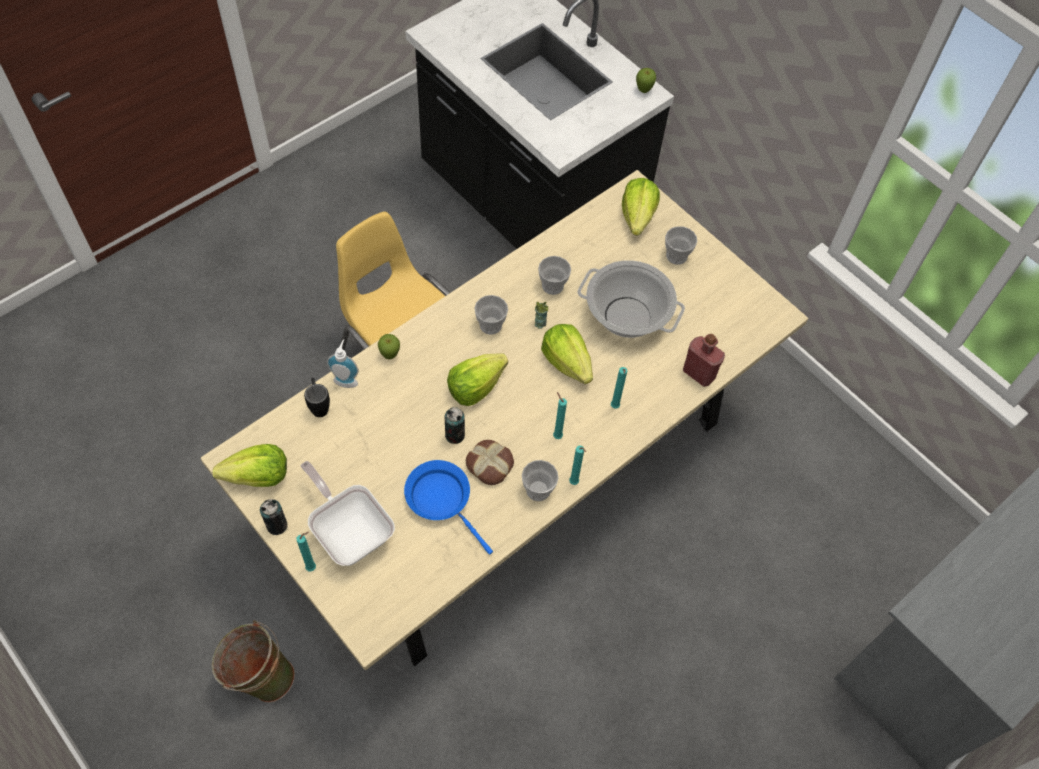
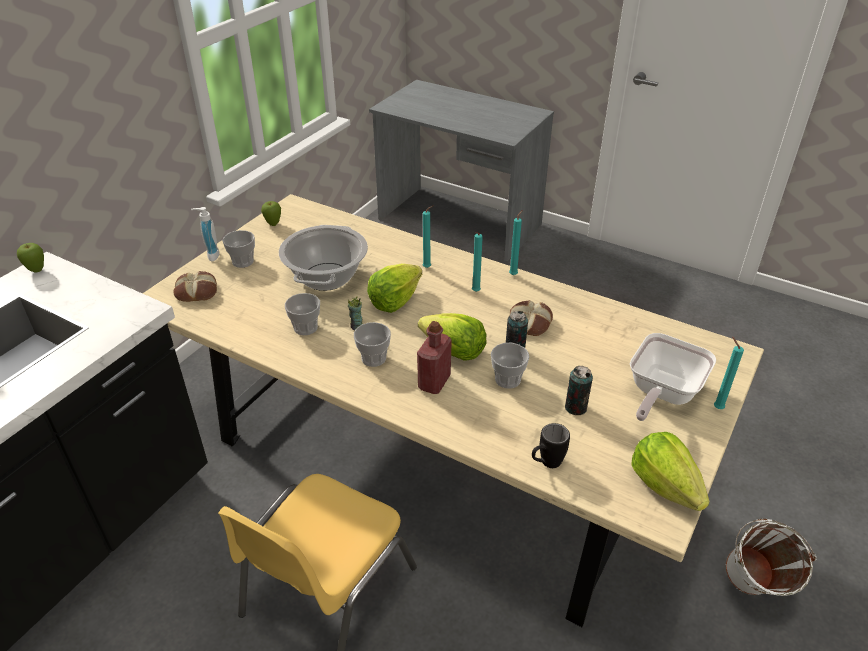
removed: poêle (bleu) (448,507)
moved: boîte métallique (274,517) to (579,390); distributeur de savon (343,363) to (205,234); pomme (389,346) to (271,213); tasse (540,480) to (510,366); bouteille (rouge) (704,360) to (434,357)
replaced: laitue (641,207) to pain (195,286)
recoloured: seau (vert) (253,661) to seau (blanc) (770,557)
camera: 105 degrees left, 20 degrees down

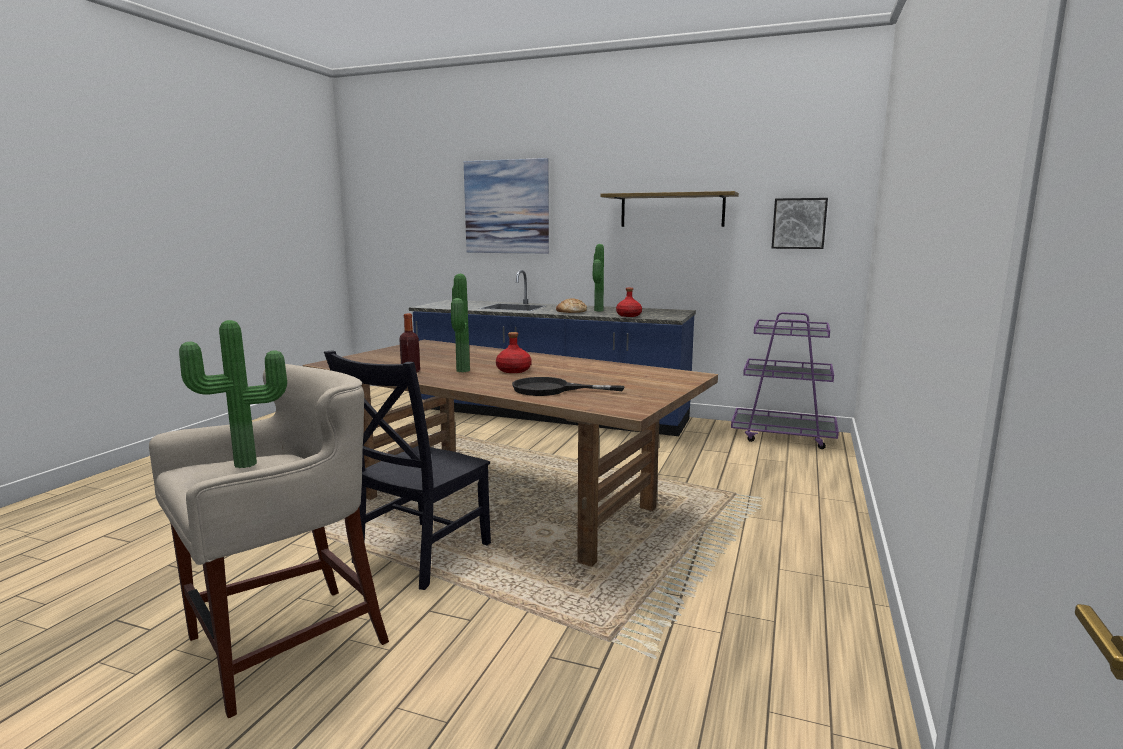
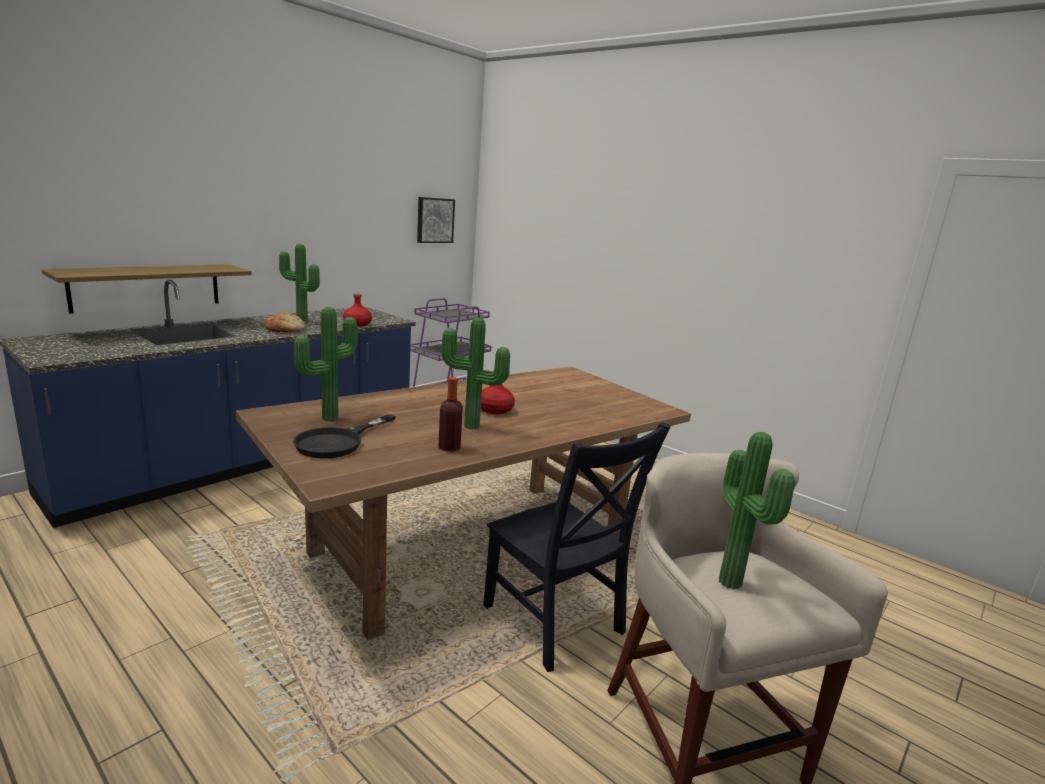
removed: tableau (506,206)
added: plante en pot (326,364)
moved: poêle (noir) (568,386) to (344,436); étagère (669,209) to (147,289)
camera: 70 degrees left, 5 degrees up

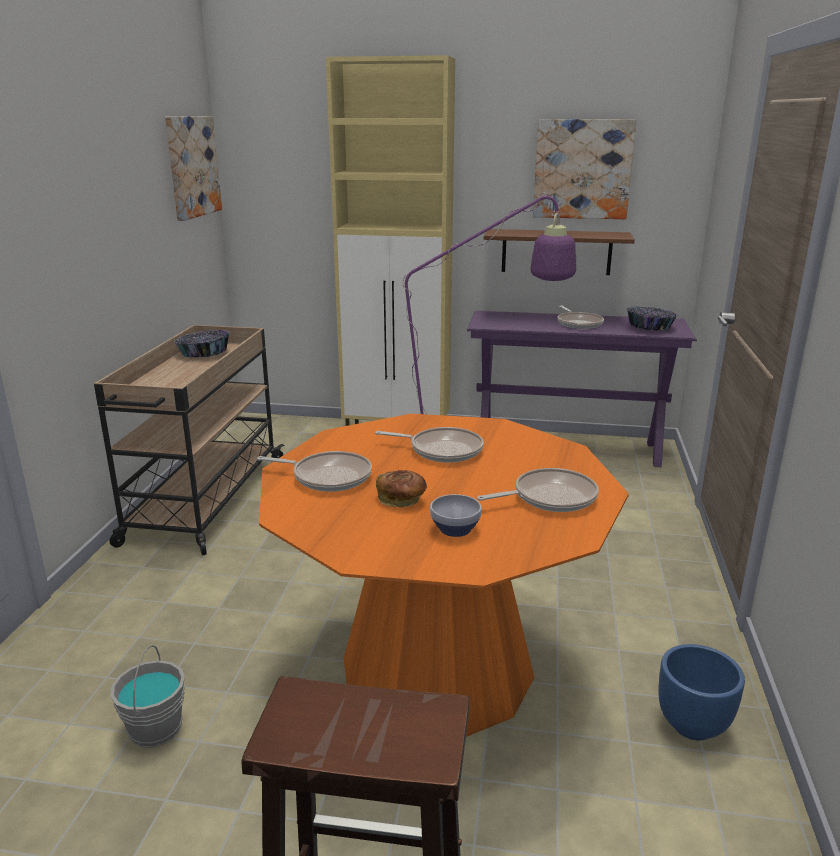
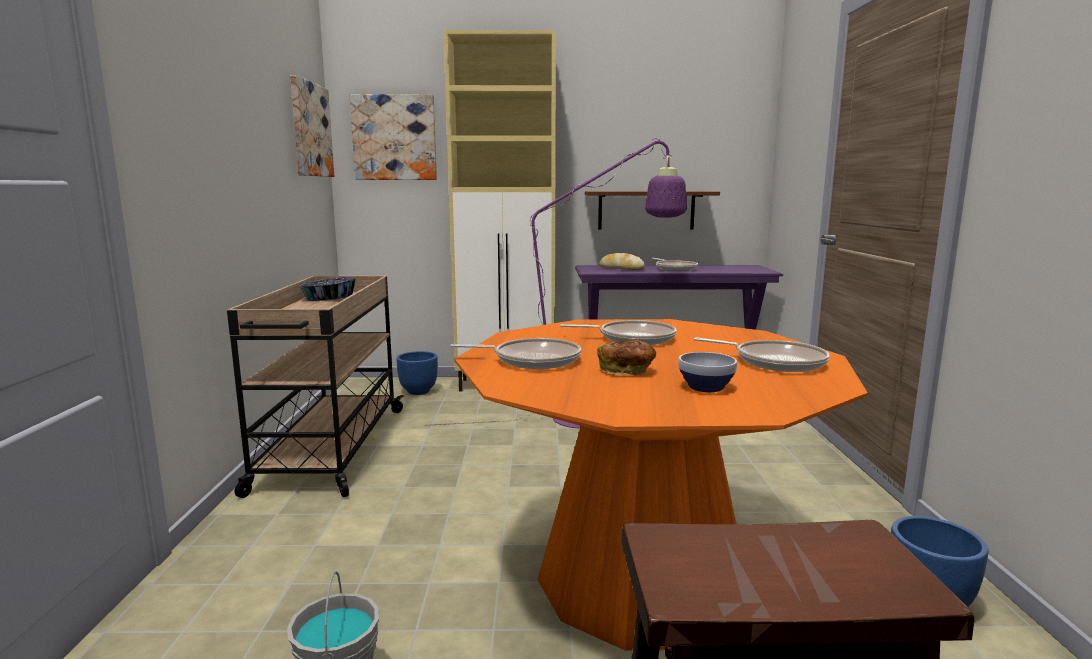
removed: bol (652,318)
added: cache-pot (bleu) (417,373); pain (622,261)
moved: tableau (584,169) to (393,137)
turned: poêle (538,490) = (762,354) 60 degrees clockwise
camera: 10 degrees left, 10 degrees down

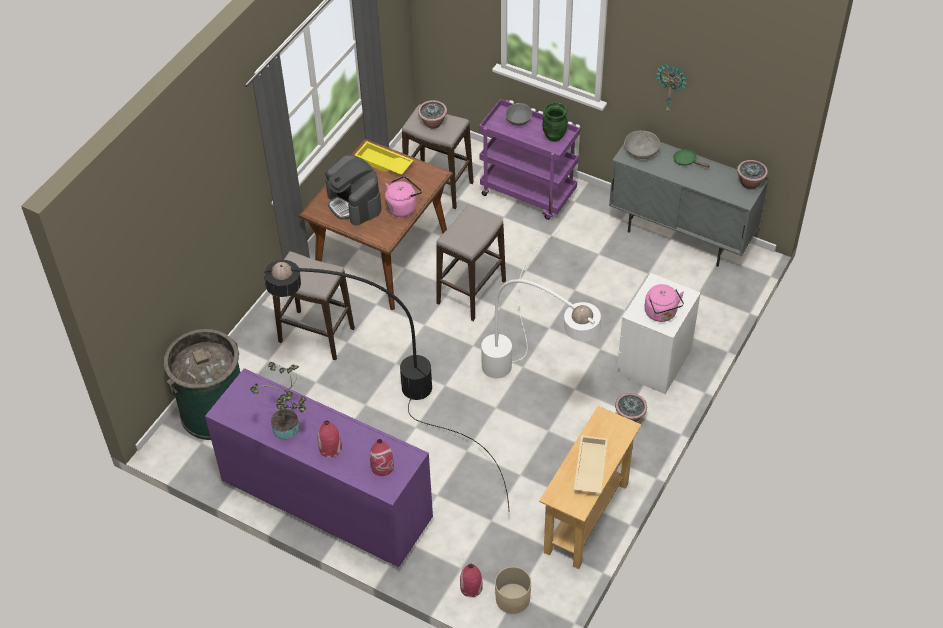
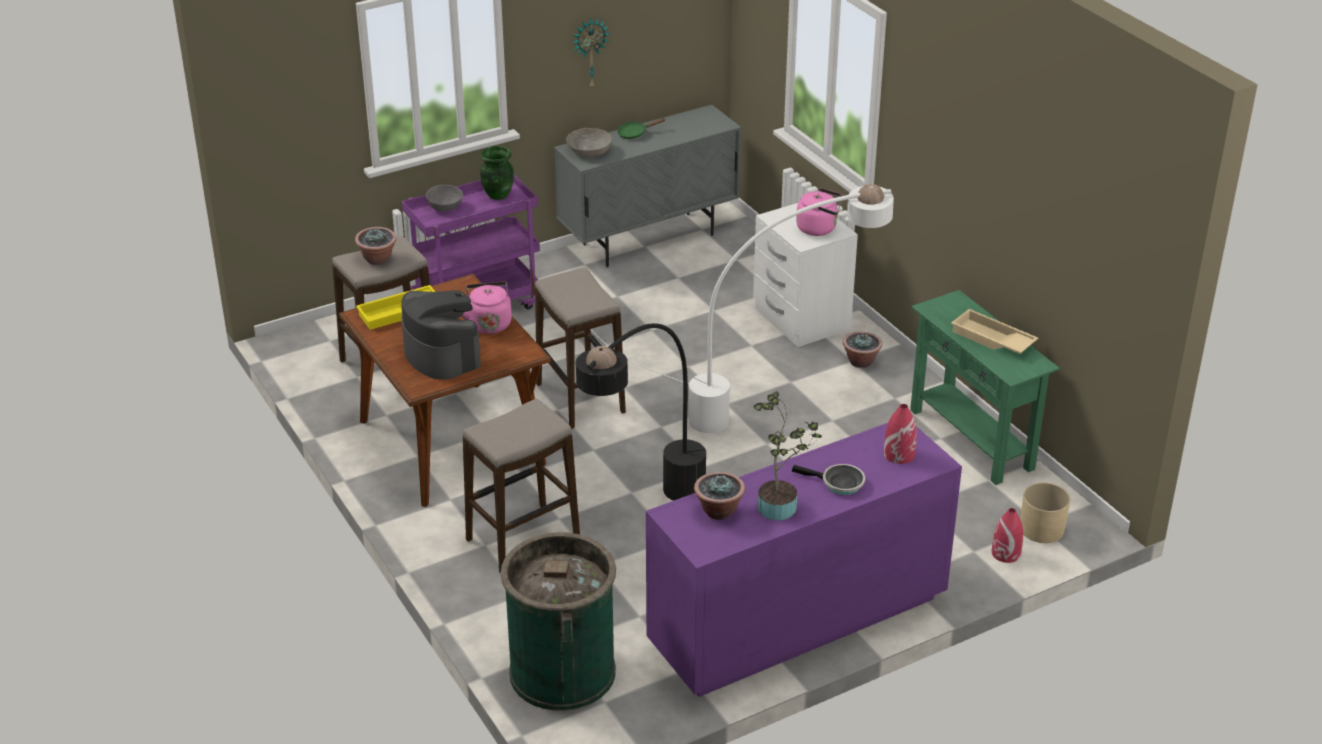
moved: plante en pot (752,174) to (719,496)
replaced: vase (rouge) (330,439) to poêle (828,479)
recoloured: table console (beige) (590,487) to table console (vert) (985,387)
turned: machine à café (353,190) = (441,335) 120 degrees counterclockwise
camera: 60 degrees left, 15 degrees down

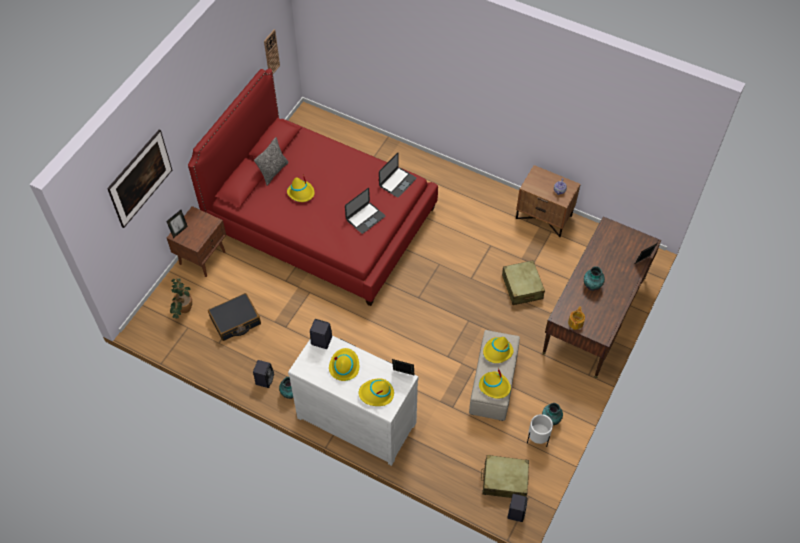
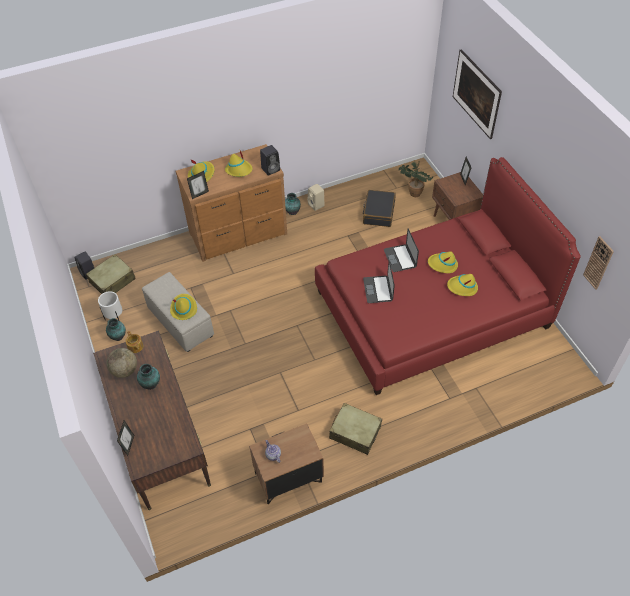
removed: coussin (271,161)
added: globe (122,363)
moved: ordinateur portable (398,175) to (401,250); chapeau (jaune) (495,383) to (462,285); valise (beige) (523,282) to (355,429)
recoloured: enceinte (noir) (263,374) to enceinte (beige) (316,197); commode (blanc) (353,400) to commode (marron) (231,203)
camera: 130 degrees right, 5 degrees down

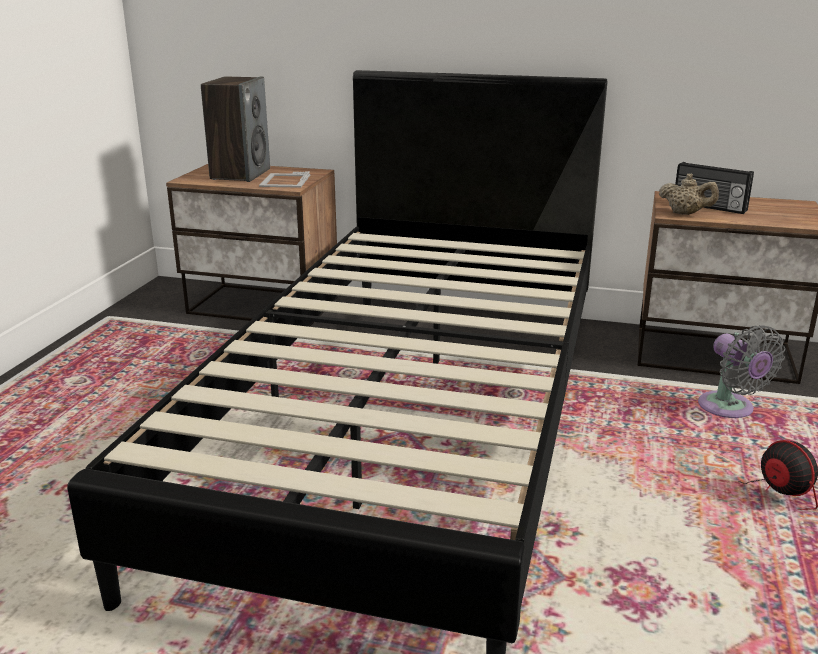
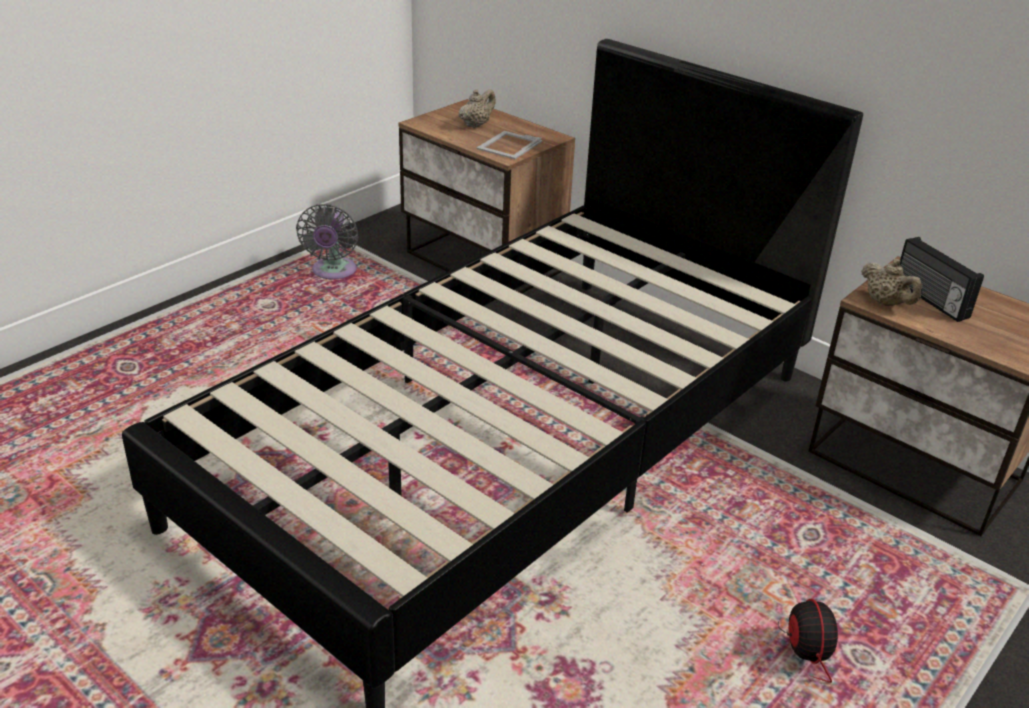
moved: ventilateur (gris) (741,371) to (327,241)
replaced: enceinte (235,129) to théière (beige) (477,108)
camera: 25 degrees right, 10 degrees up

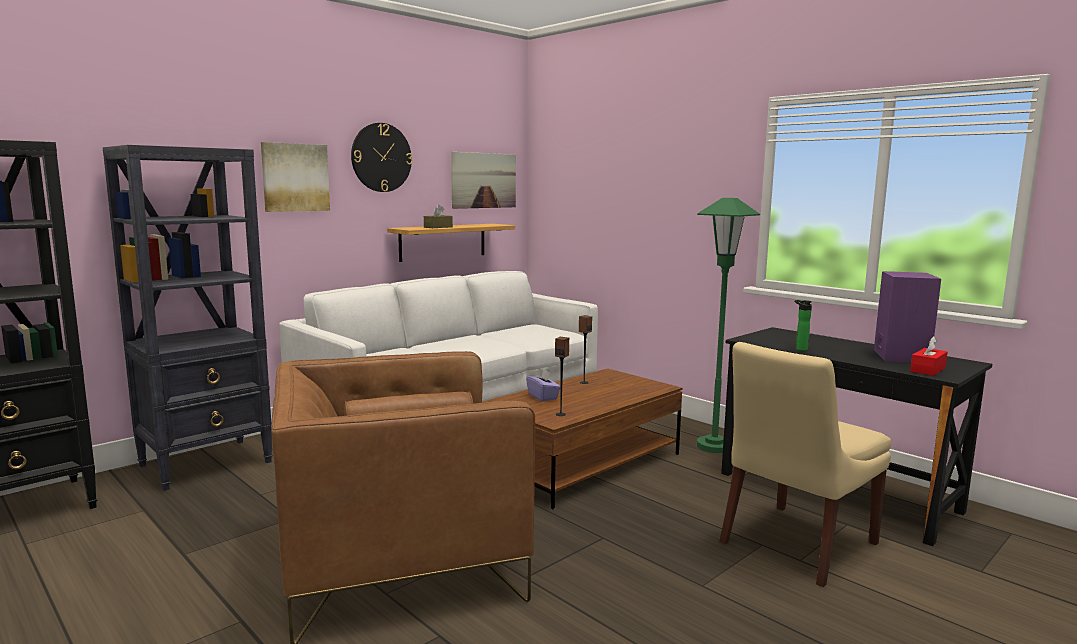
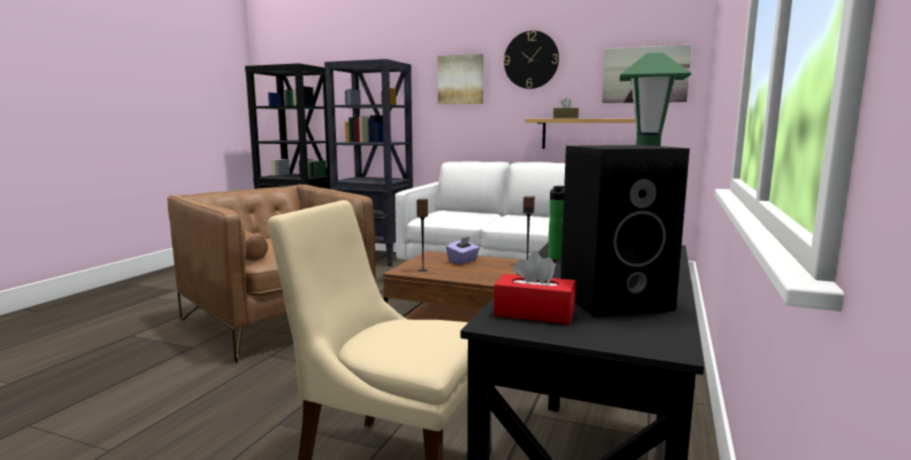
recoloured: enceinte (violet) (907,317) to enceinte (noir) (625,230)
camera: 65 degrees right, 0 degrees up

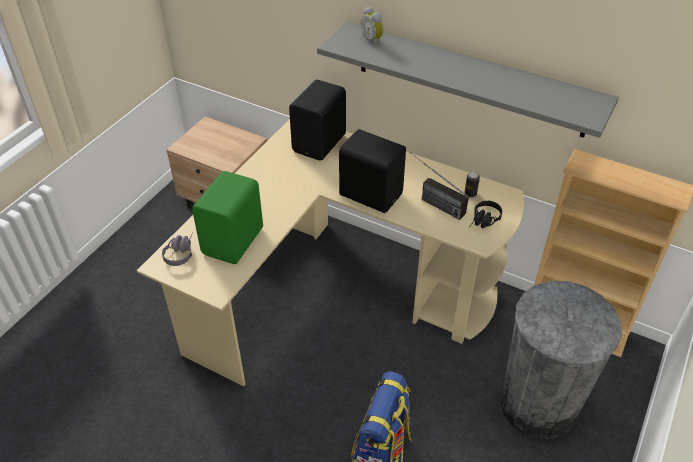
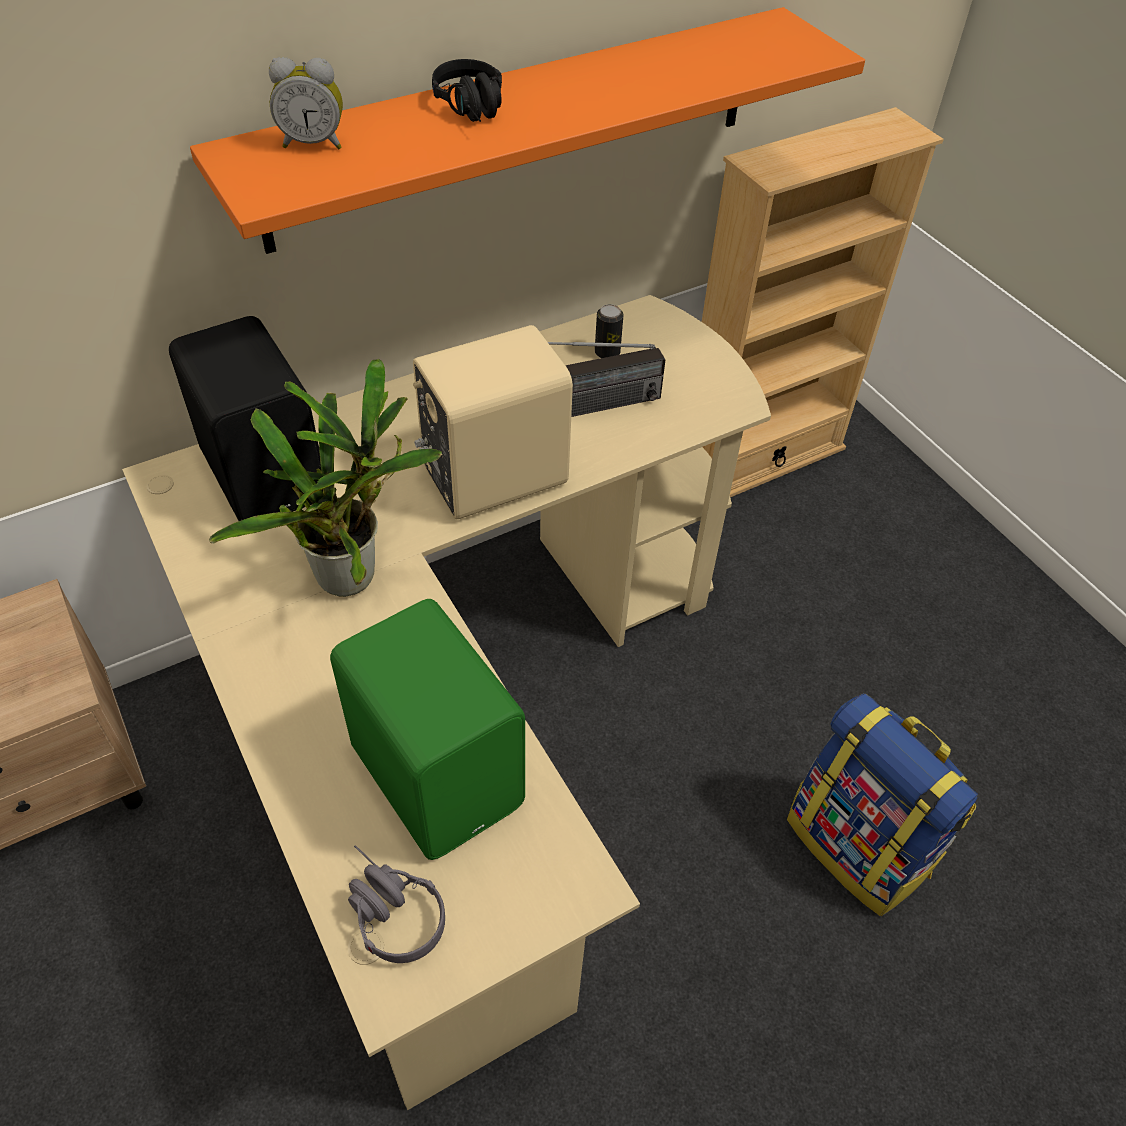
removed: poubelle (gris) (561,360)
added: plante en pot (325,478)
moved: casque audio (noir) (485,215) to (467,90)
recoloured: étagère (gris) (468,80) to étagère (orange) (527,130); enceinte (noir) (372,171) to enceinte (beige) (493,422)
camera: 60 degrees left, 5 degrees up

